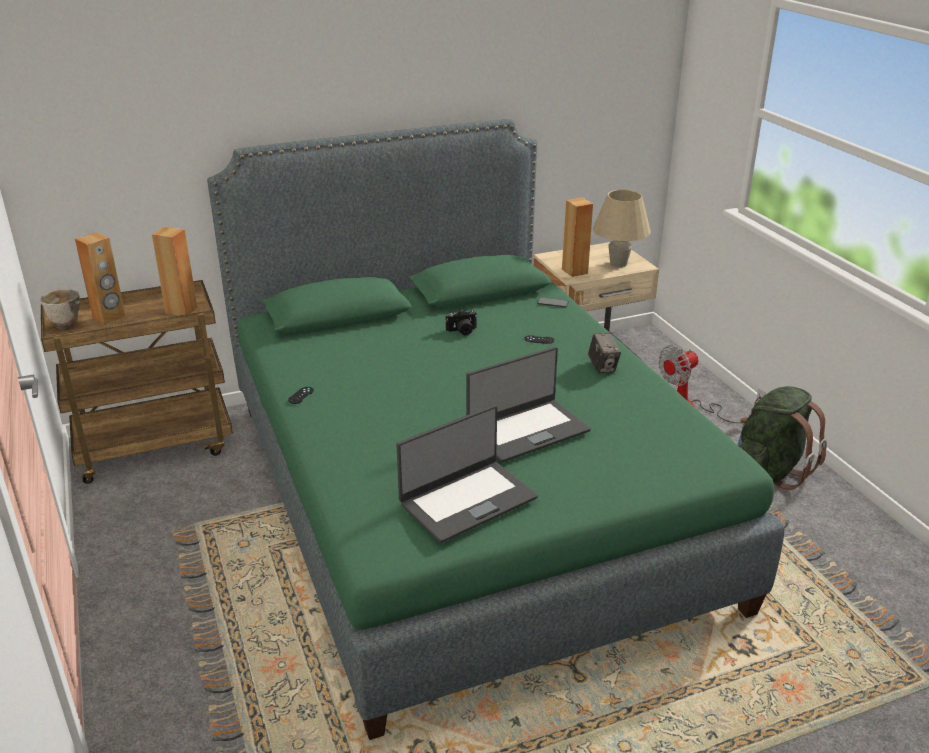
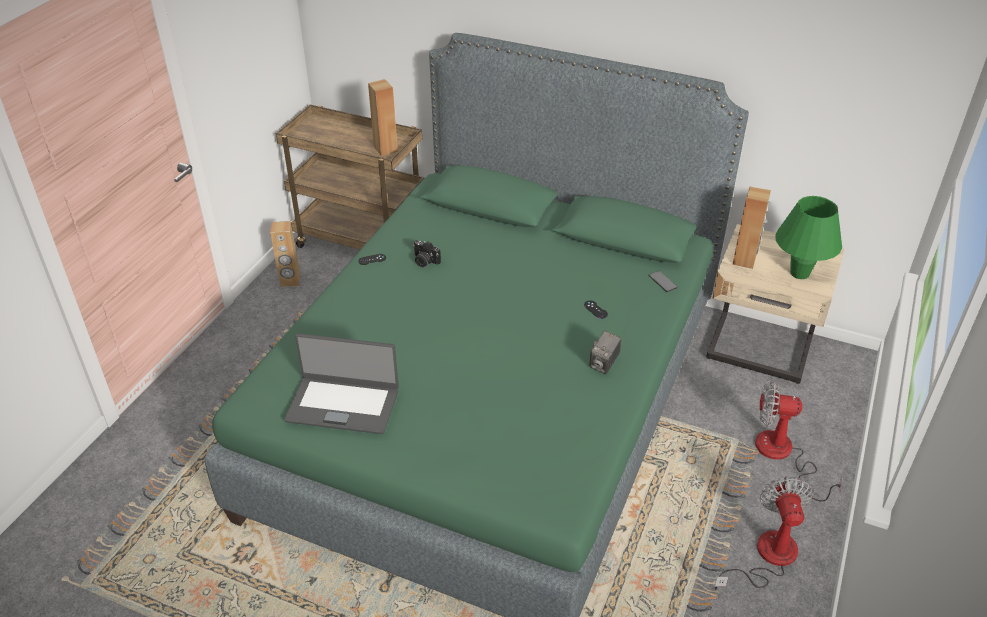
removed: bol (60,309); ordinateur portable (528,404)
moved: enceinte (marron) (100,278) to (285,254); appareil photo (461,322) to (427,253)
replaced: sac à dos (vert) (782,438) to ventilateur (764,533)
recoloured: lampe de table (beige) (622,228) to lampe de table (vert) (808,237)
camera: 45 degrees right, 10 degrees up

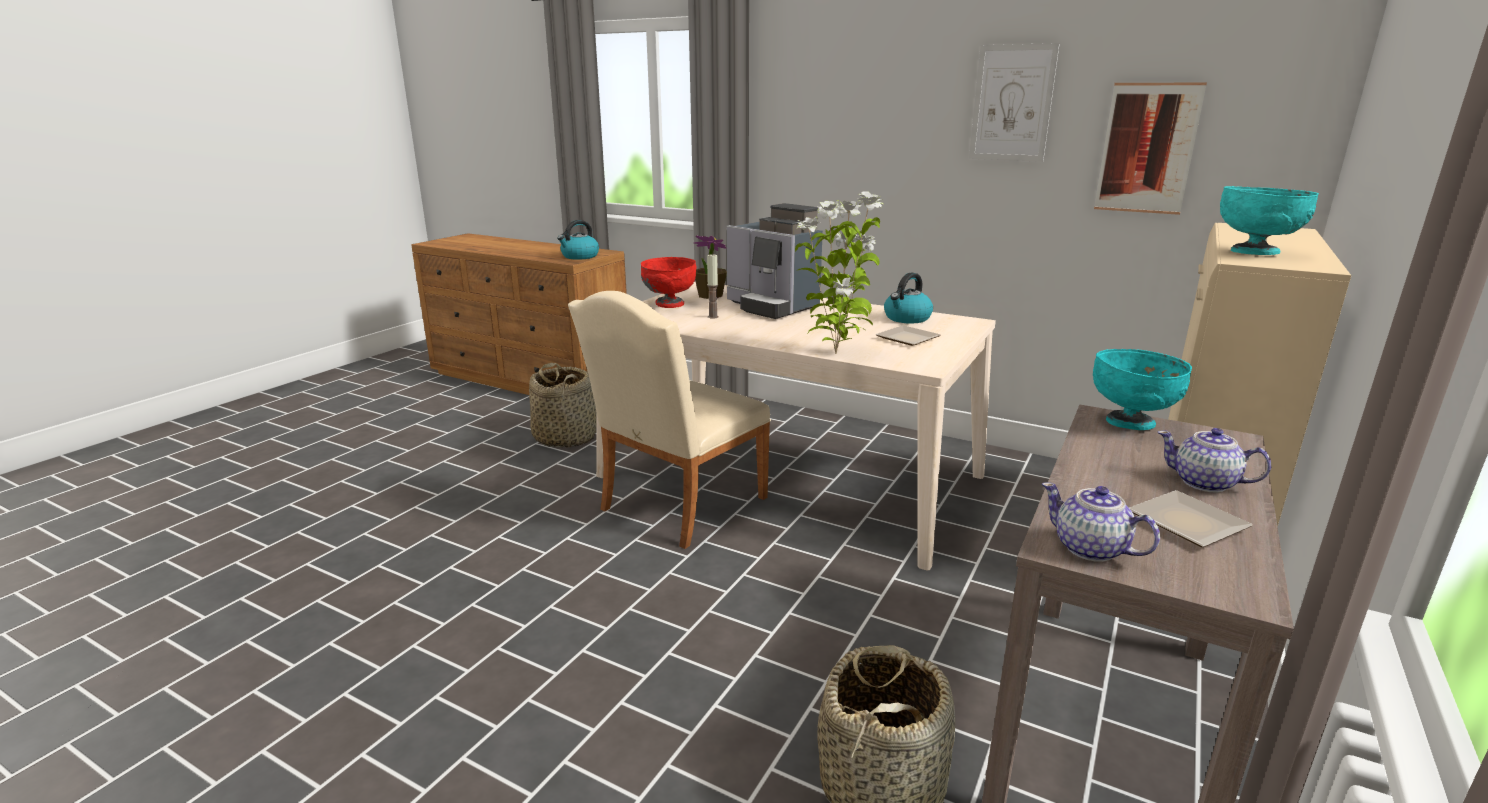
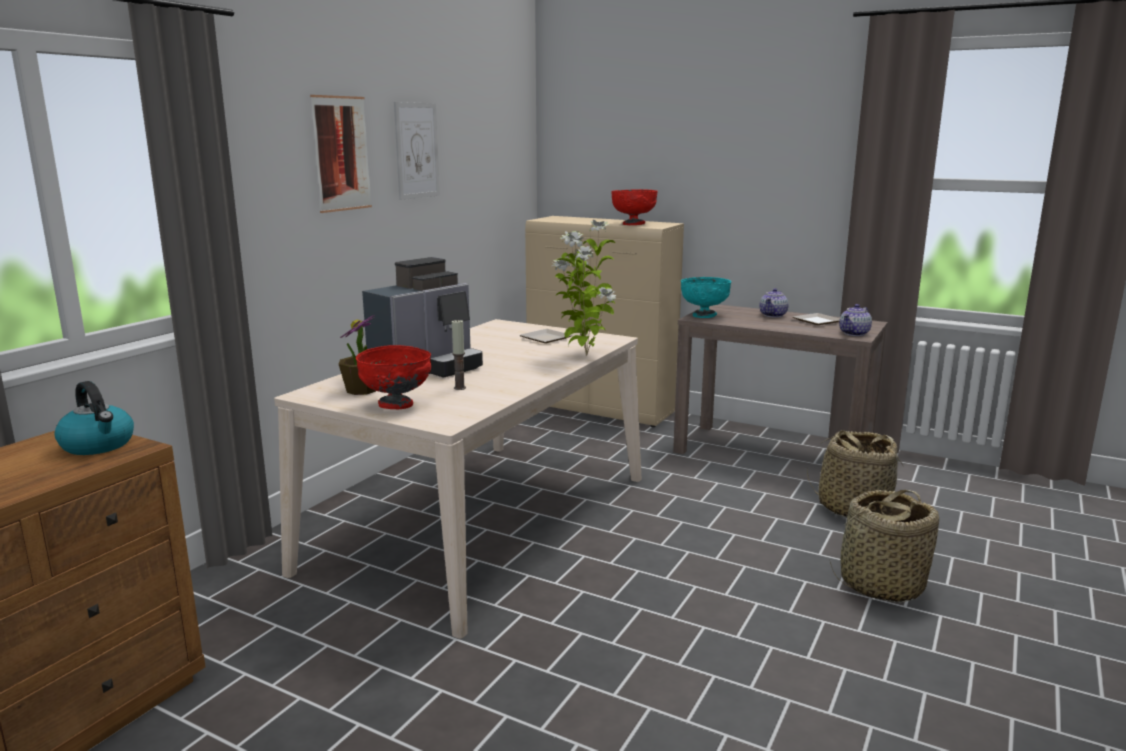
removed: chaise (beige) (669,420); bouilloire (908,298)
moved: panier (563,405) to (884,546); tableau (1150,148) to (341,154)
recoloured: bol (turquoise) (1269,220) to bol (rouge) (634,207)
camera: 90 degrees left, 5 degrees down

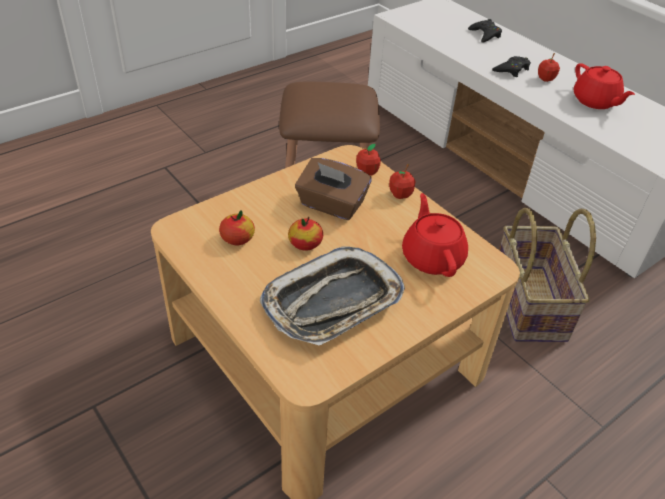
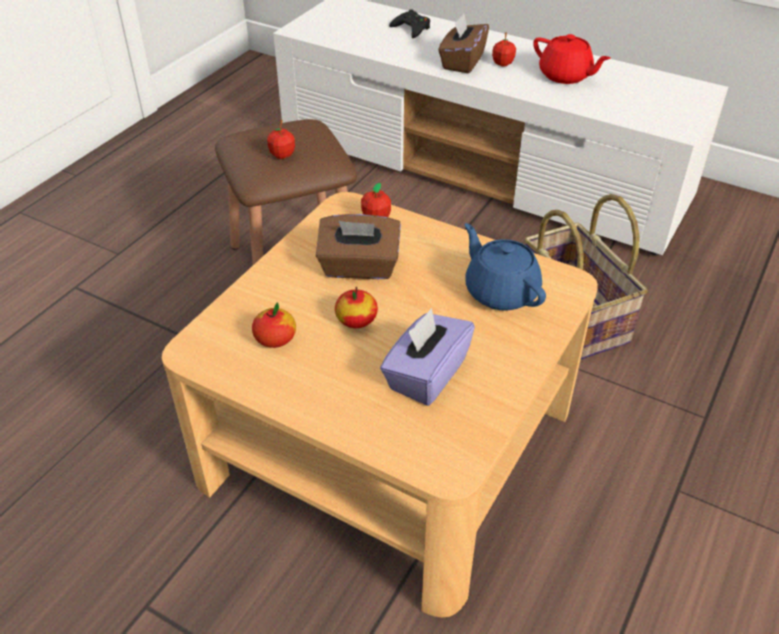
moved: pomme (402,181) to (281,139)
replaced: plateau (332,296) to boîte à mouchoirs (violet) (427,357); manette (noir) (511,66) to boîte à mouchoirs (marron) (463,43)
recoloured: théière (rouge) (435,235) to théière (bleu) (505,267)
camera: 20 degrees left, 0 degrees up

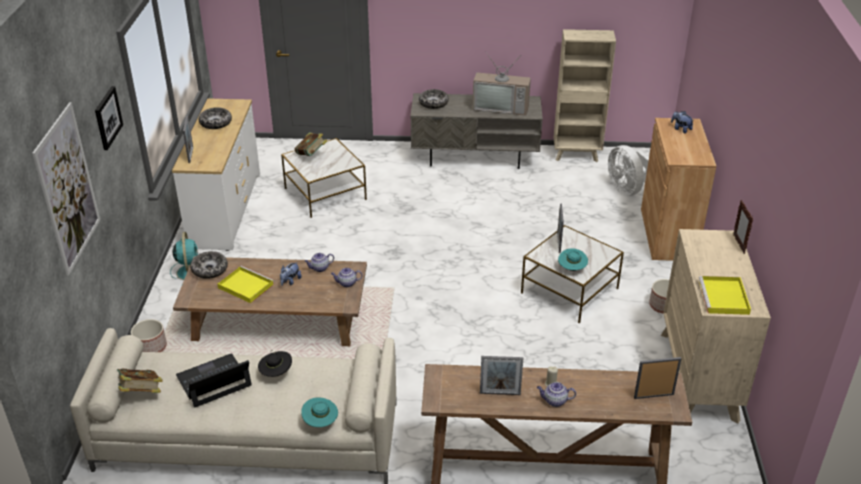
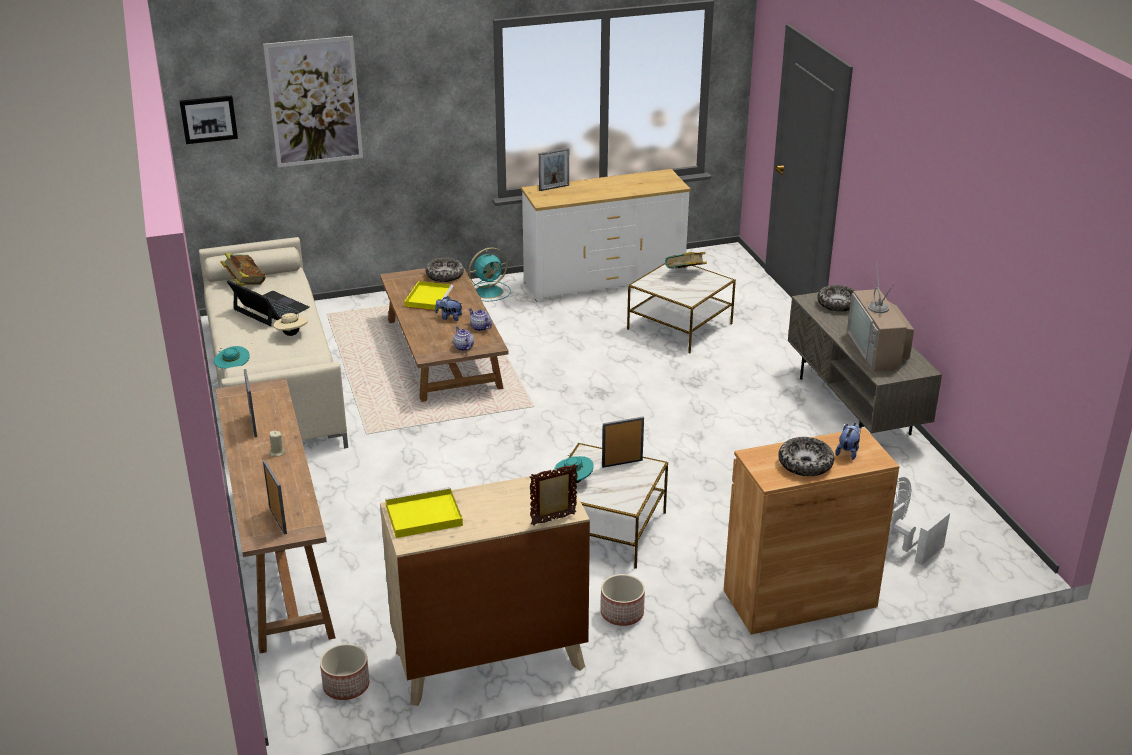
removed: théière (556,394); bibliothèque (beige) (585,95)
moved: tableau (109,118) to (209,119); cache-pot (149,335) to (345,672); bol (215,118) to (806,456)
recoloured: chapeau (noir) (275,363) to chapeau (beige) (291,323)
camera: 70 degrees right, 5 degrees down

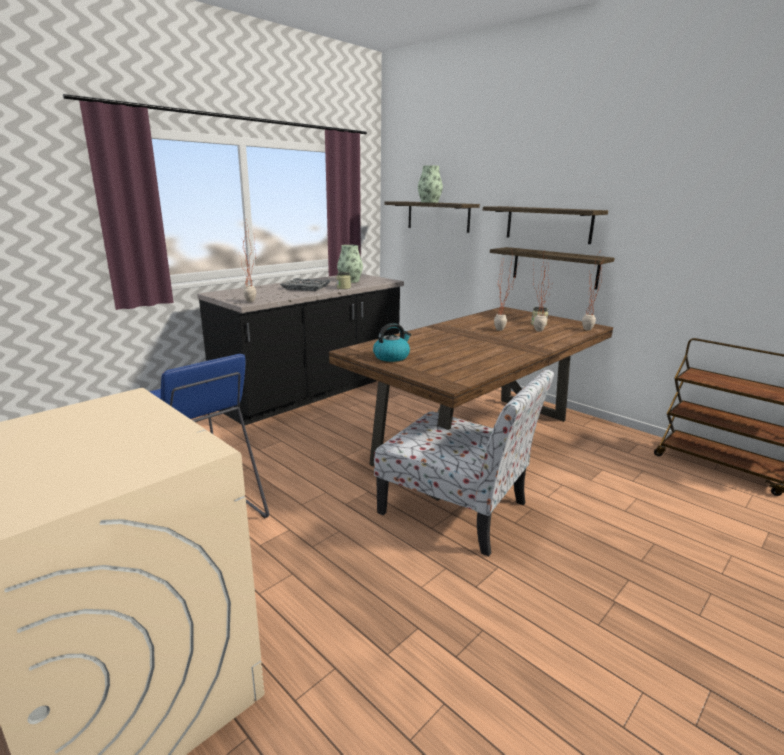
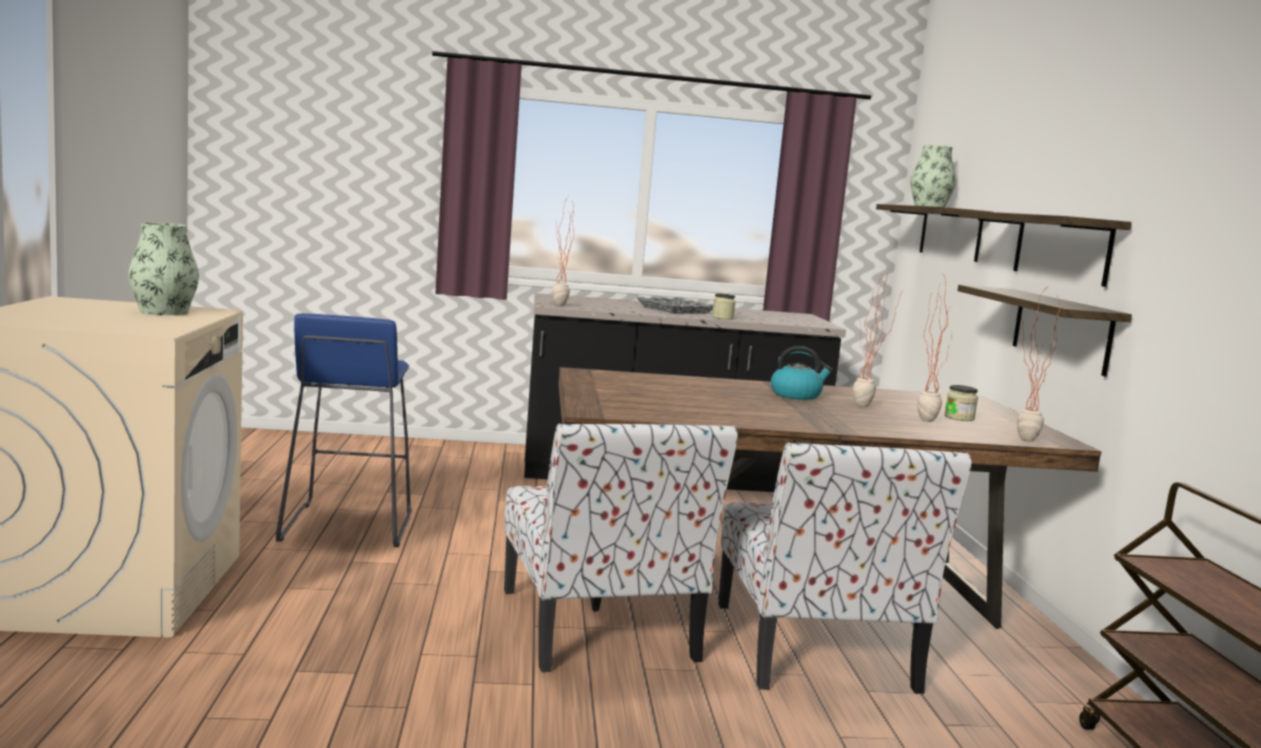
added: chaise (845,568)
moved: vase (350,264) to (163,268); bouilloire (392,342) to (802,373)
camera: 40 degrees right, 10 degrees down

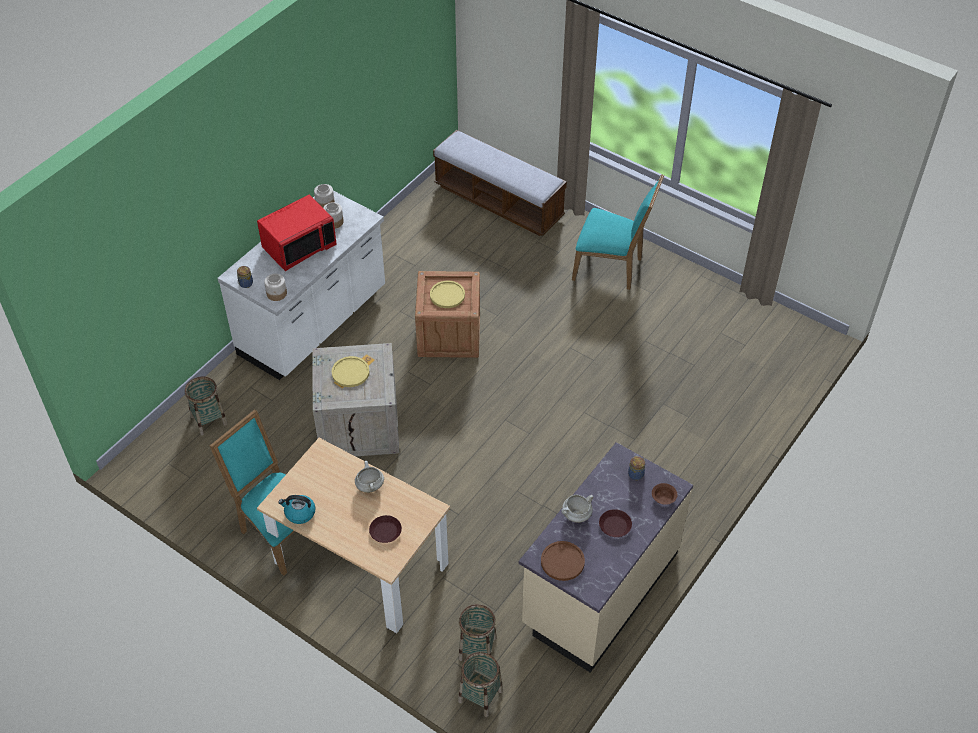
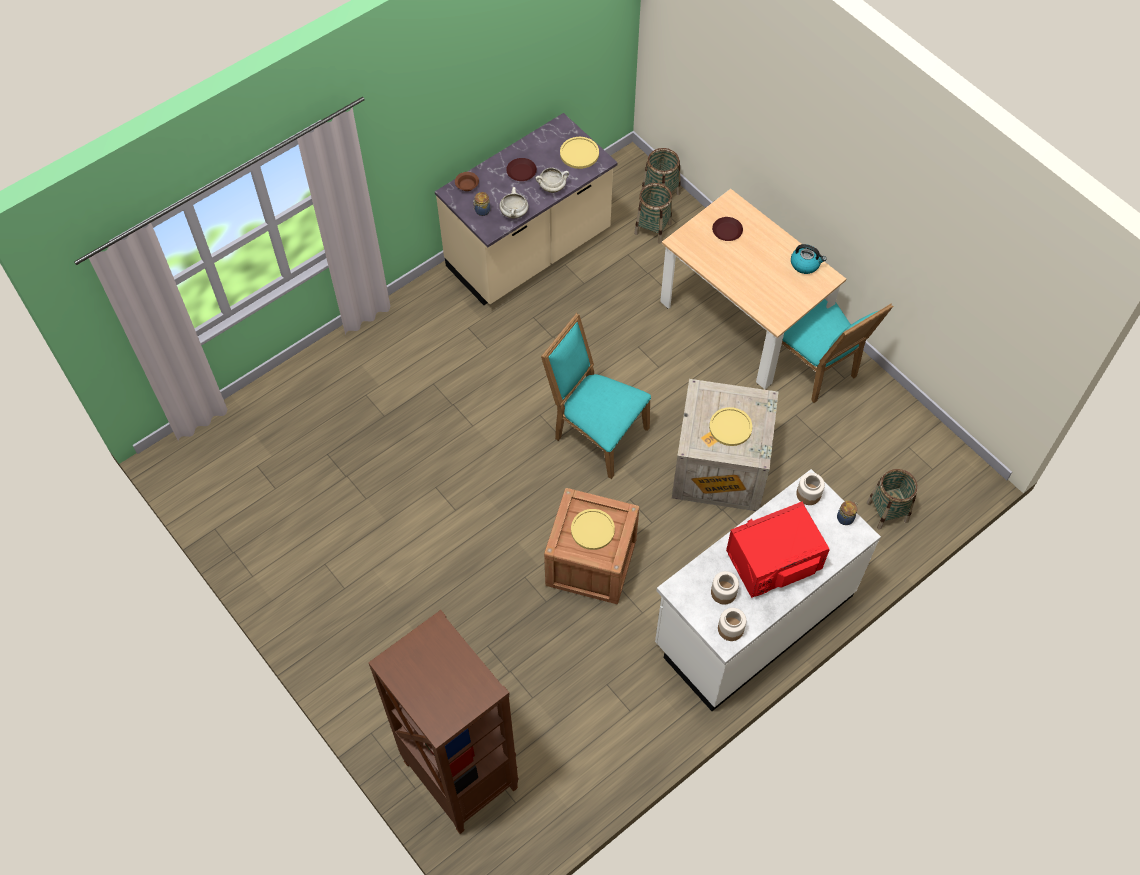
moved: marmite (blanc) (369,477) to (513,202); chaise (turquoise) (618,232) to (596,396)
replaced: banc (500,183) to bibliothèque (marron) (443,722)
recoloured: assiette (marron) (563,561) to assiette (jaune) (579,153)
camera: 165 degrees left, 10 degrees up

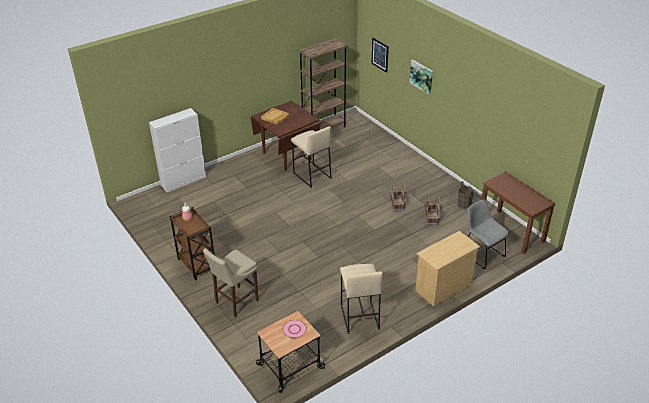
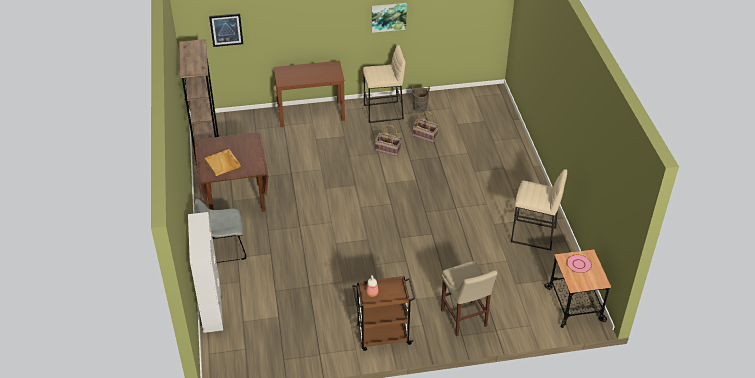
removed: commode (beige) (447,269)
moved: tabouret (beige) (311,157) to (384,84); tableau (421,77) to (389,18); chaise (gris) (488,234) to (220,231); bureau (marron) (518,213) to (309,94)
camera: 65 degrees left, 5 degrees up

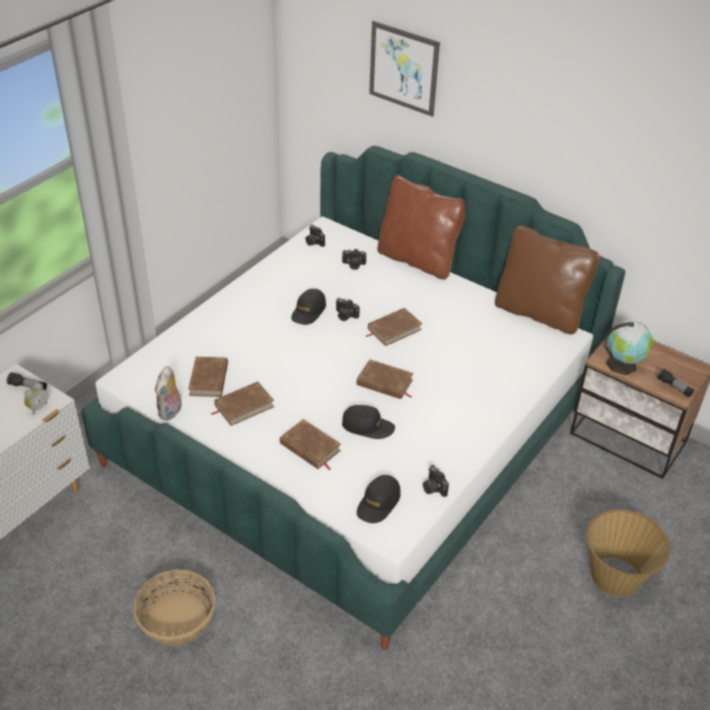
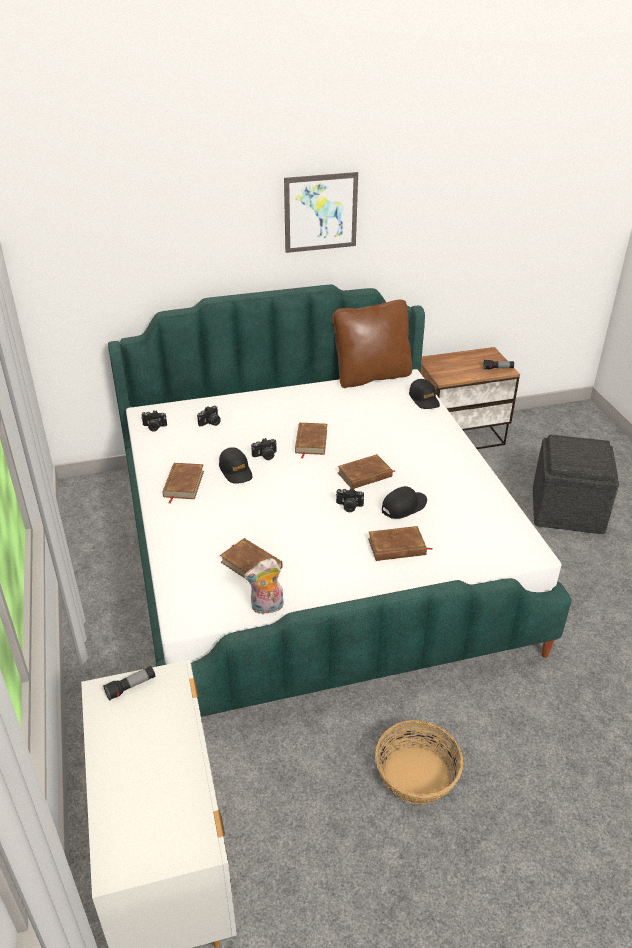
removed: réveil (36,398); coussin (marron) (421,227); globe (629,347)
moved: livre (marron) (242,404) to (183,483); casquette (noir) (379,499) to (424,394); tableau (404,69) to (321,212); appareil photo (436,481) to (350,500)
replaced: panier (628,553) to pouf (gris) (576,484)
turned: peluche (168,393) = (264,586) 105 degrees clockwise
camera: 50 degrees left, 5 degrees down

